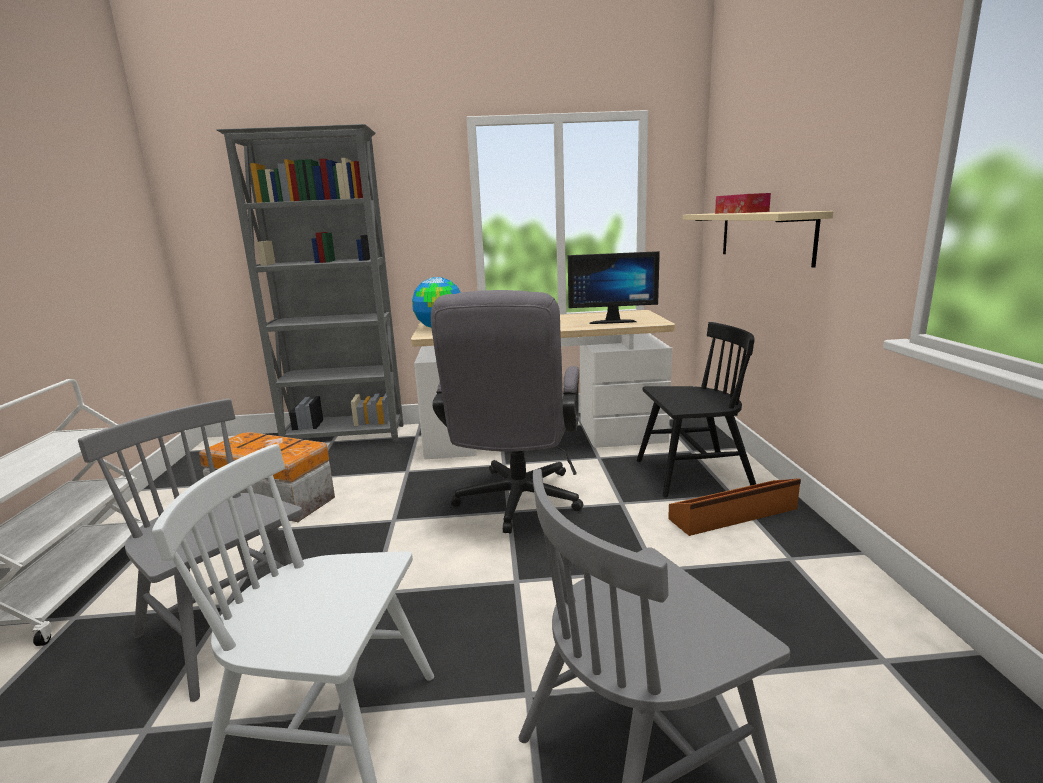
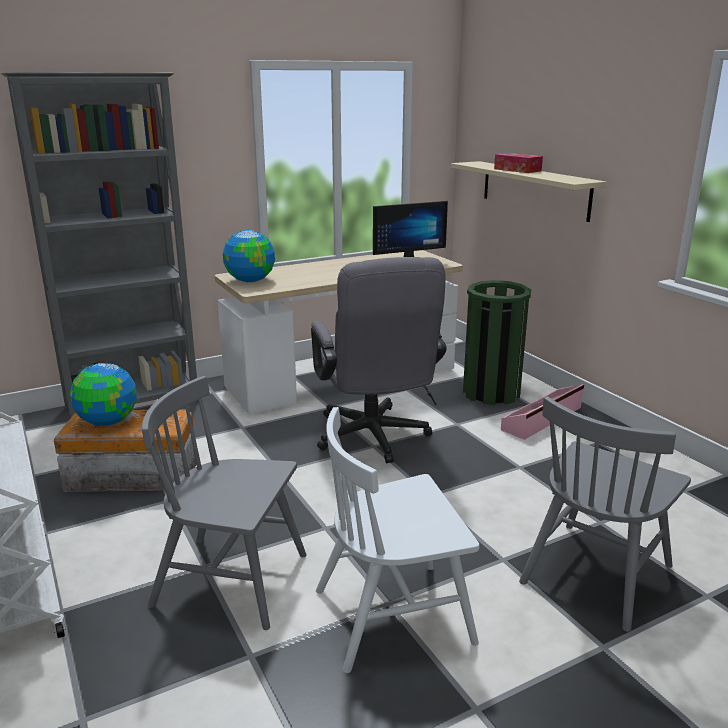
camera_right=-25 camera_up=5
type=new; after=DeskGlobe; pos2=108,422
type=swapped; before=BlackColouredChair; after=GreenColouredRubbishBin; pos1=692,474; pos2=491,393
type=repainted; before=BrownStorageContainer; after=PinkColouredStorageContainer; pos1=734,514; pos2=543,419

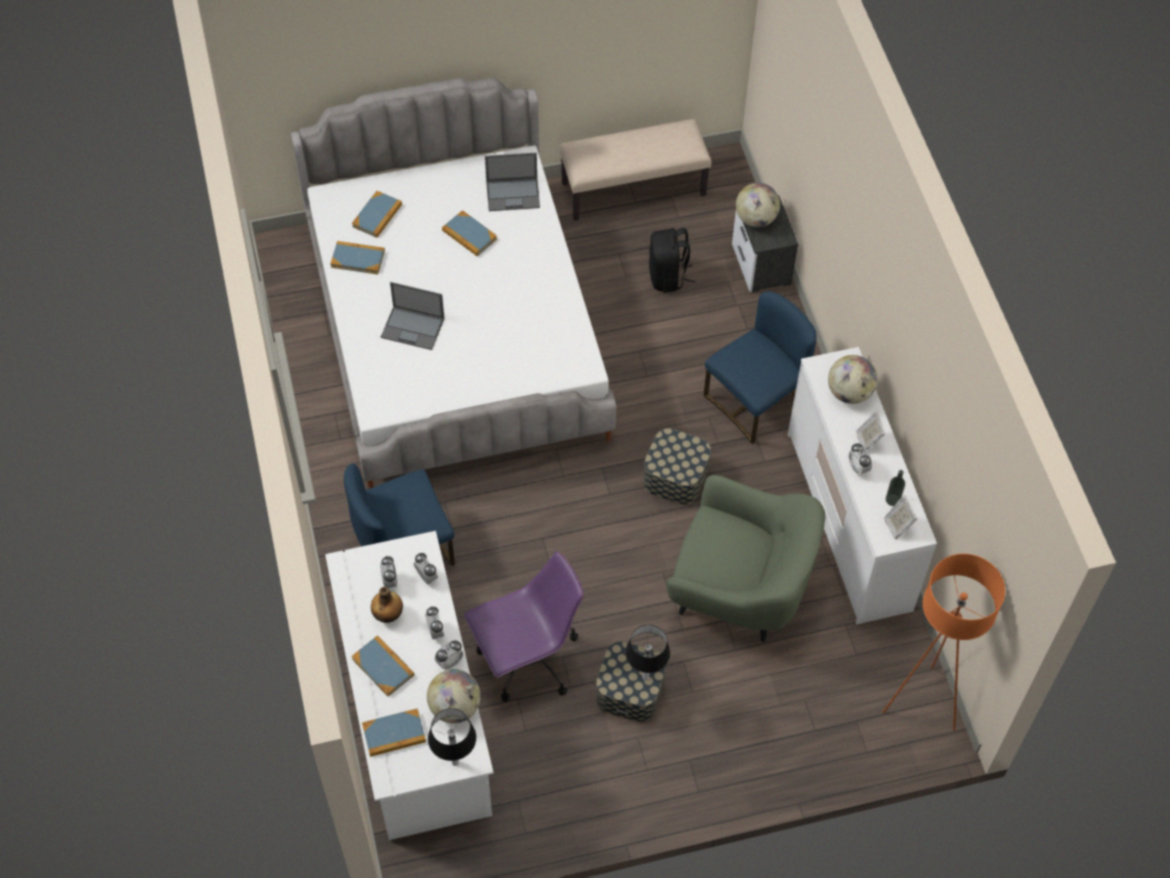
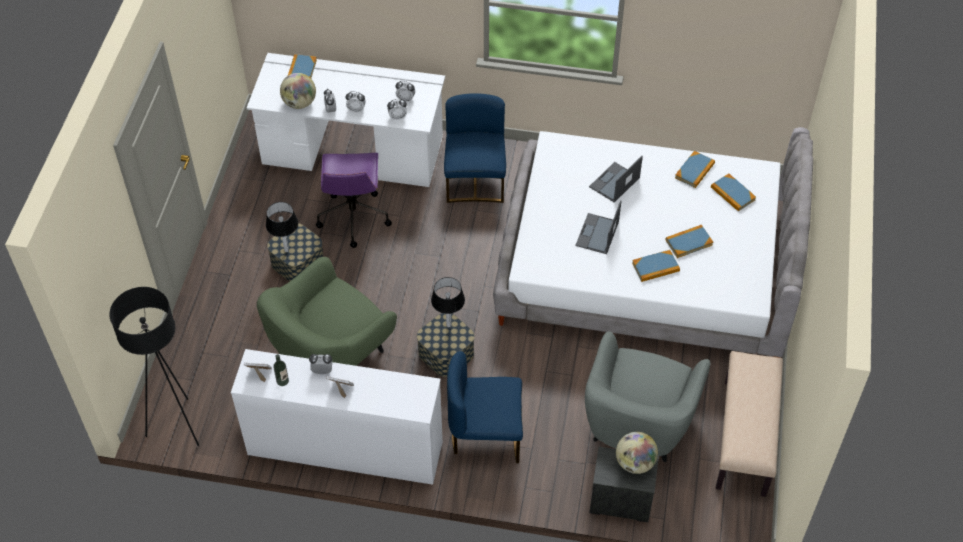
camera_right=115 camera_up=-5
type=gone; before=BeverageBottle; pos1=388,614
type=gone; before=DeskGlobe; pos1=849,393
type=shifted; before=Book; pos1=383,667; pos2=655,267
type=shifted; before=TabletopLamp; pos1=455,762; pos2=449,325
type=shifted; before=NotebookComputer; pos1=513,194; pos2=597,234
type=swapped; before=BlackColouredRucksack; after=GreyEasyChair; pos1=668,276; pos2=637,424
type=repainted; before=OrangeColouredStandardLamp; after=BlackColouredStandardLamp; pos1=921,703; pos2=177,425
type=rotated; before=BlueChair; pos1=755,400; pos2=486,434; turn=105

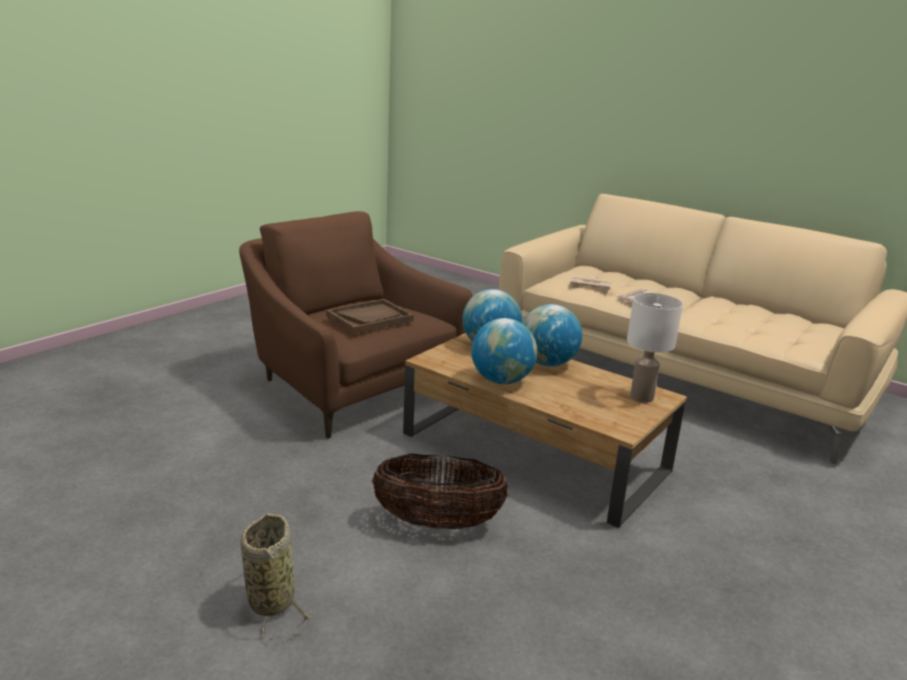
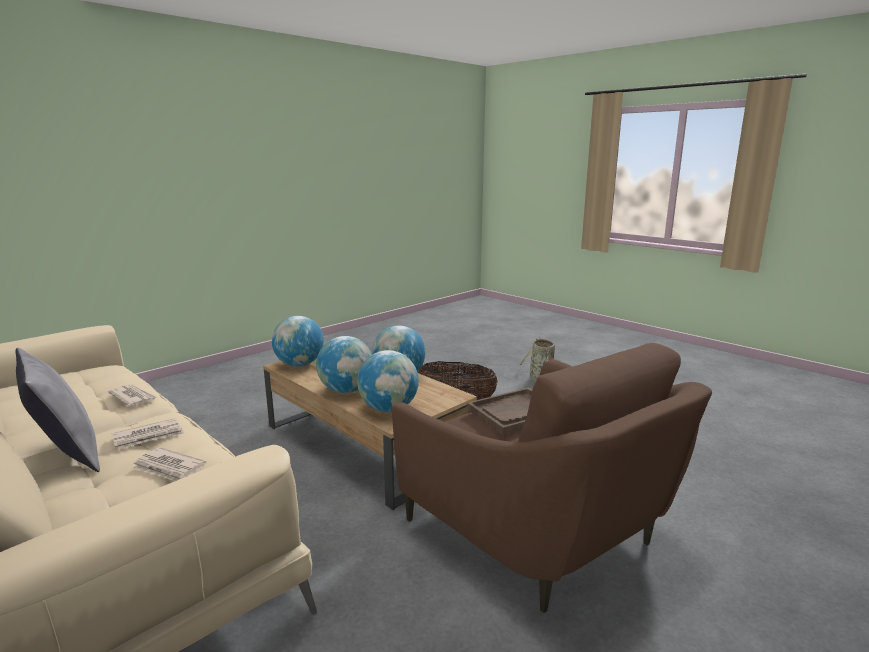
camera_right=-170 camera_up=-5
type=new; after=GreyPillow; pos2=67,455
type=new; after=Newspaper; pos2=133,397
type=swapped; before=WhiteColouredTabletopLamp; after=DeskGlobe; pos1=642,397; pos2=299,364

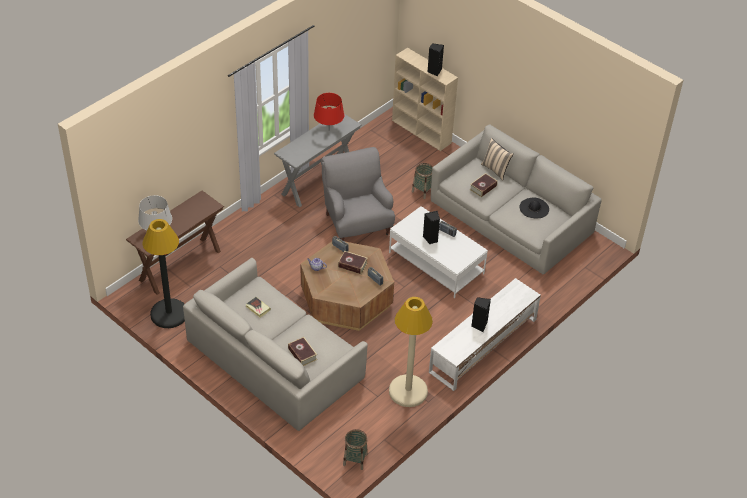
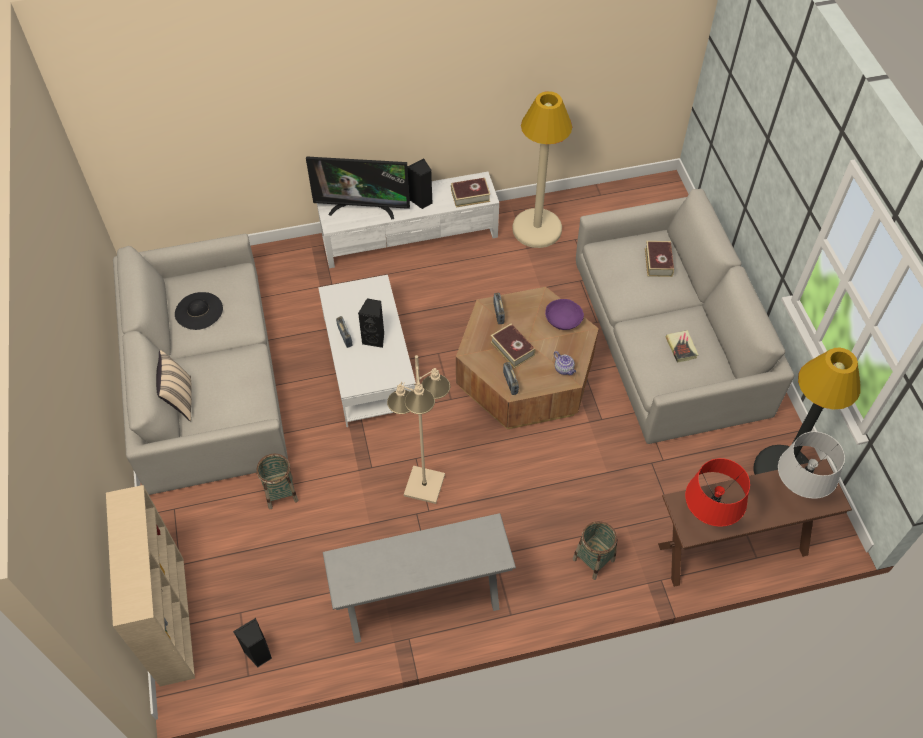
camera_right=-145 camera_up=10
type=new; after=Television; pos2=363,208
type=new; after=PurpleBowl; pos2=563,320
type=shifted; before=ReddishTabletopLamp; pos1=329,130; pos2=707,516
type=shifted; before=StorageBasket; pos1=355,459; pos2=593,559
type=shifted; before=BlackColouredLoudspeaker; pos1=434,71; pos2=259,653
type=shifted; before=Book; pos1=483,187; pos2=470,196
type=swapped; before=GreyEasyChair; after=SandColouredStandardLamp; pos1=357,224; pos2=423,485

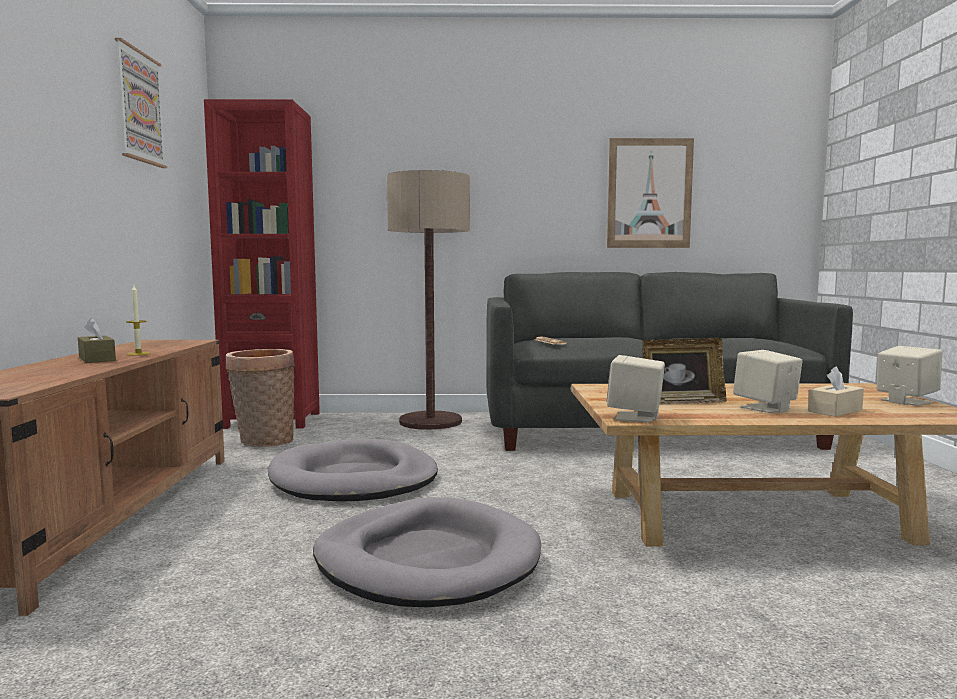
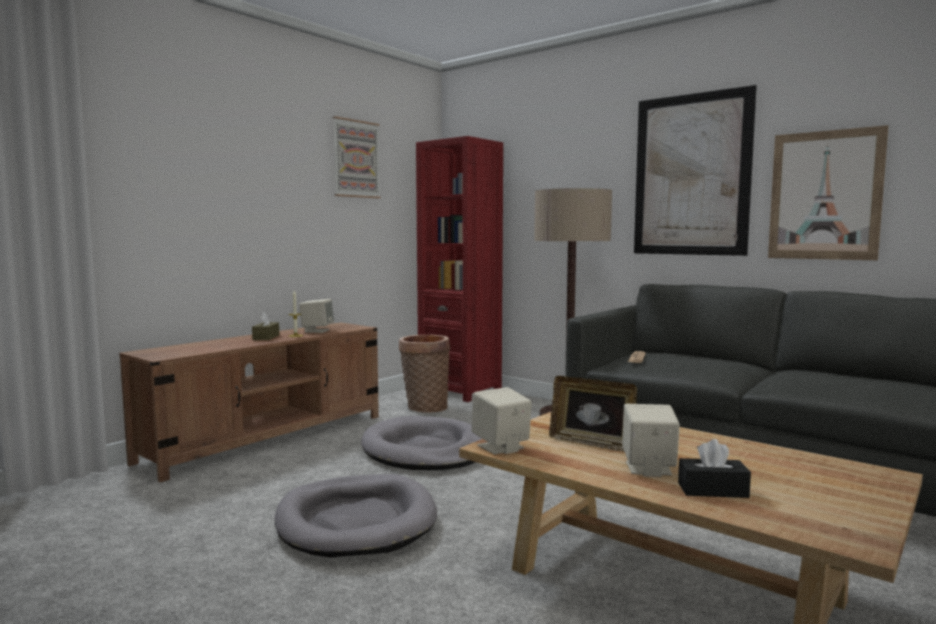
camera_right=40 camera_up=0
type=new; after=WallPicture; pos2=691,175
type=shifted; before=SandColouredLoudspeaker; pos1=905,401; pos2=317,331
type=repainted; before=SandColouredTissueBox; after=BlackColouredTissueBox; pos1=835,411; pos2=712,490

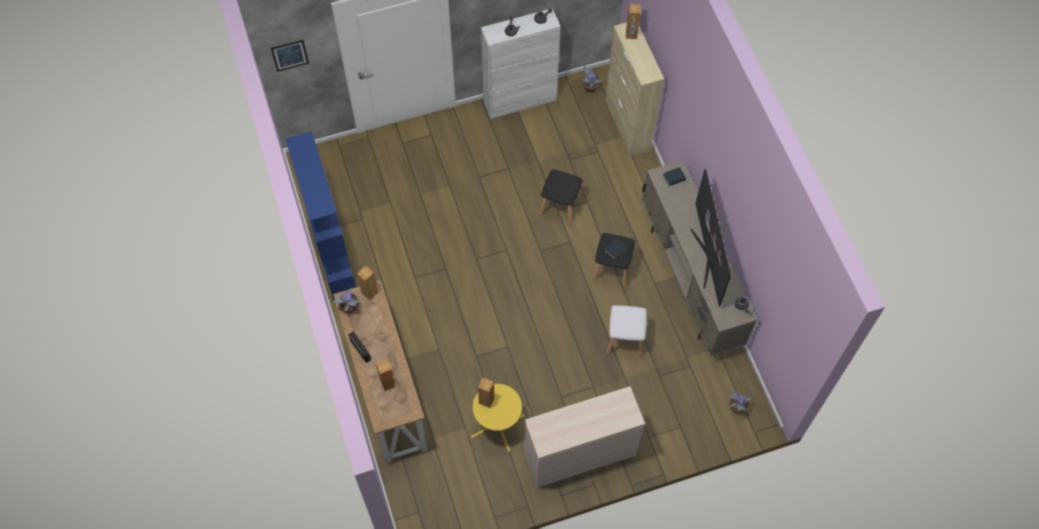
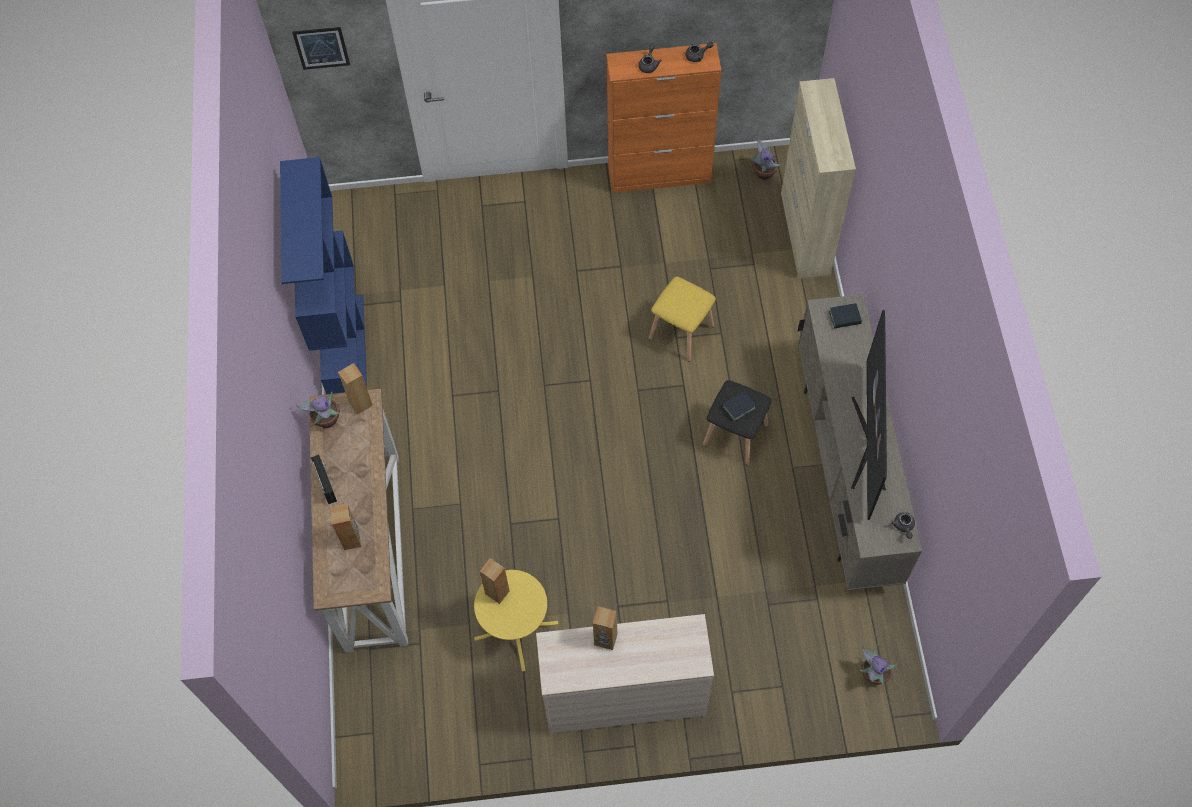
camera_right=15 camera_up=0
type=gone; before=WhiteColouredStoolSeat; pos1=625,340
type=shifted; before=BrownLoudspeaker; pos1=631,34; pos2=605,639
type=repainted; before=WhiteColouredStorageCabinet; after=OrangeColouredStorageCabinet; pos1=520,101; pos2=660,175
type=repainted; before=BlackColouredStoolSeat; after=YellowishStoolSeat; pos1=561,206; pos2=682,332

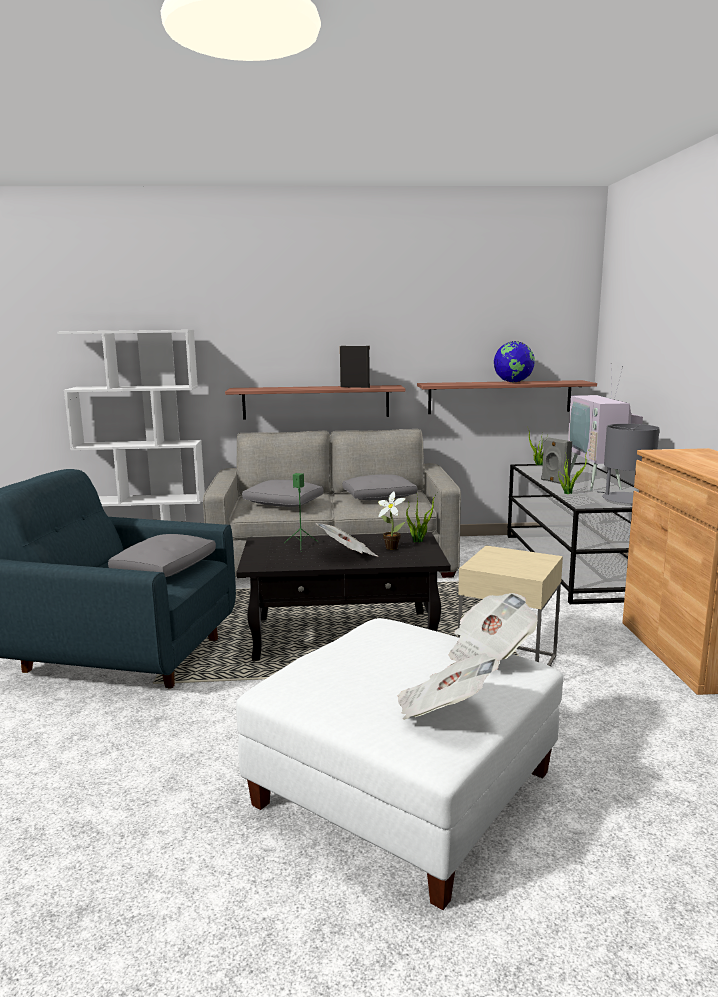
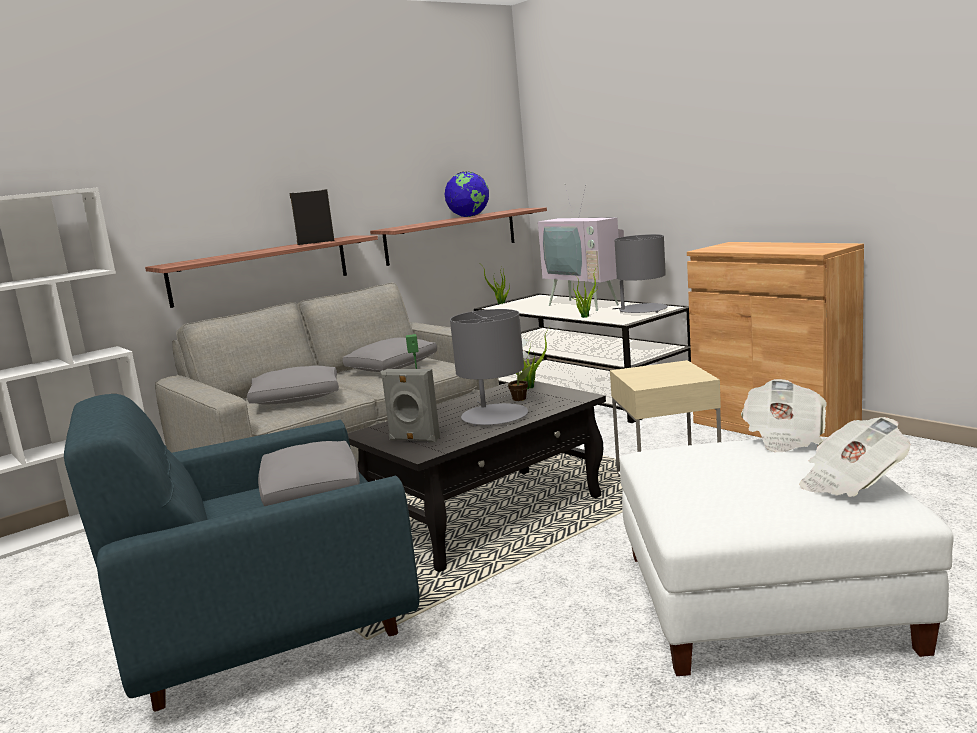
camera_right=-35 camera_up=0
type=shifted; before=GreyLoudspeaker; pos1=554,482; pos2=414,439
type=swapped; before=Newspaper; after=GreyTabletopLamp; pos1=347,555; pos2=494,416

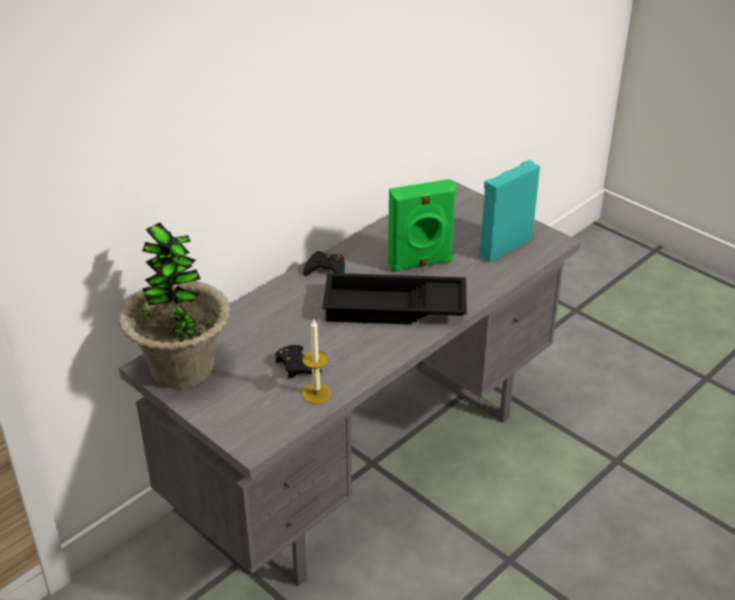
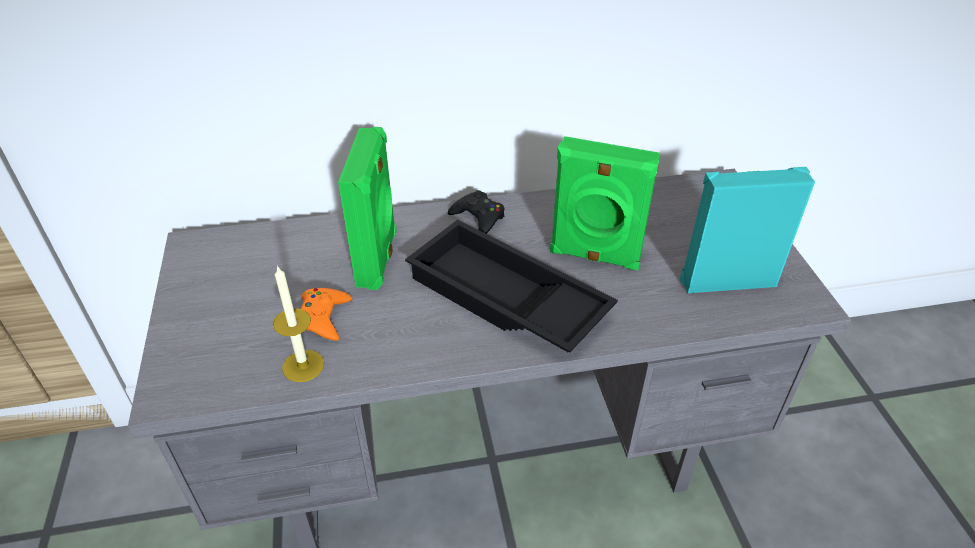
camera_right=35 camera_up=5
type=gone; before=PottedPlant; pos1=182,368
type=new; after=GreenColouredLoudspeaker; pos2=379,258
type=repainted; before=BlackColouredGameController; after=OrangeColouredGameController; pos1=297,365; pos2=323,318

